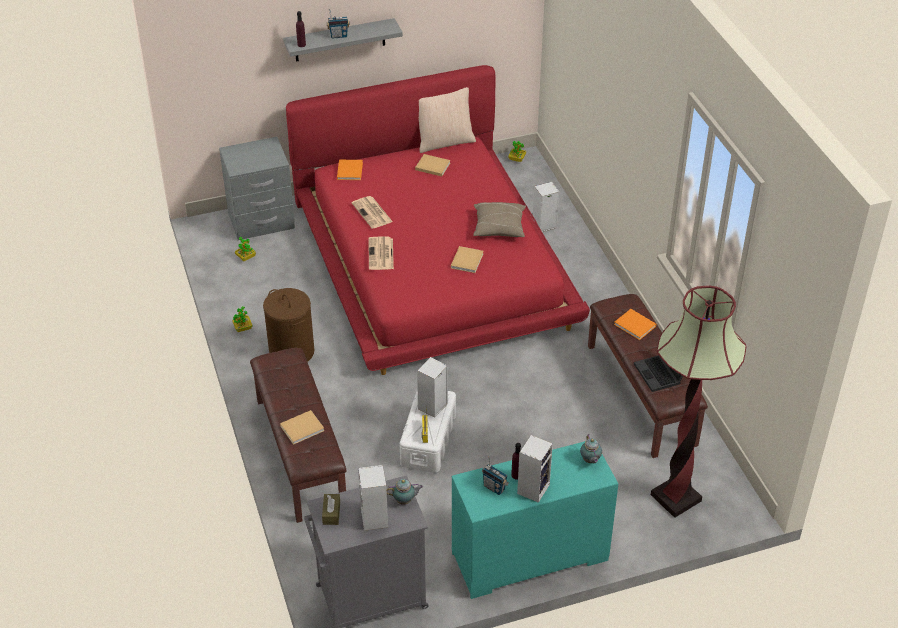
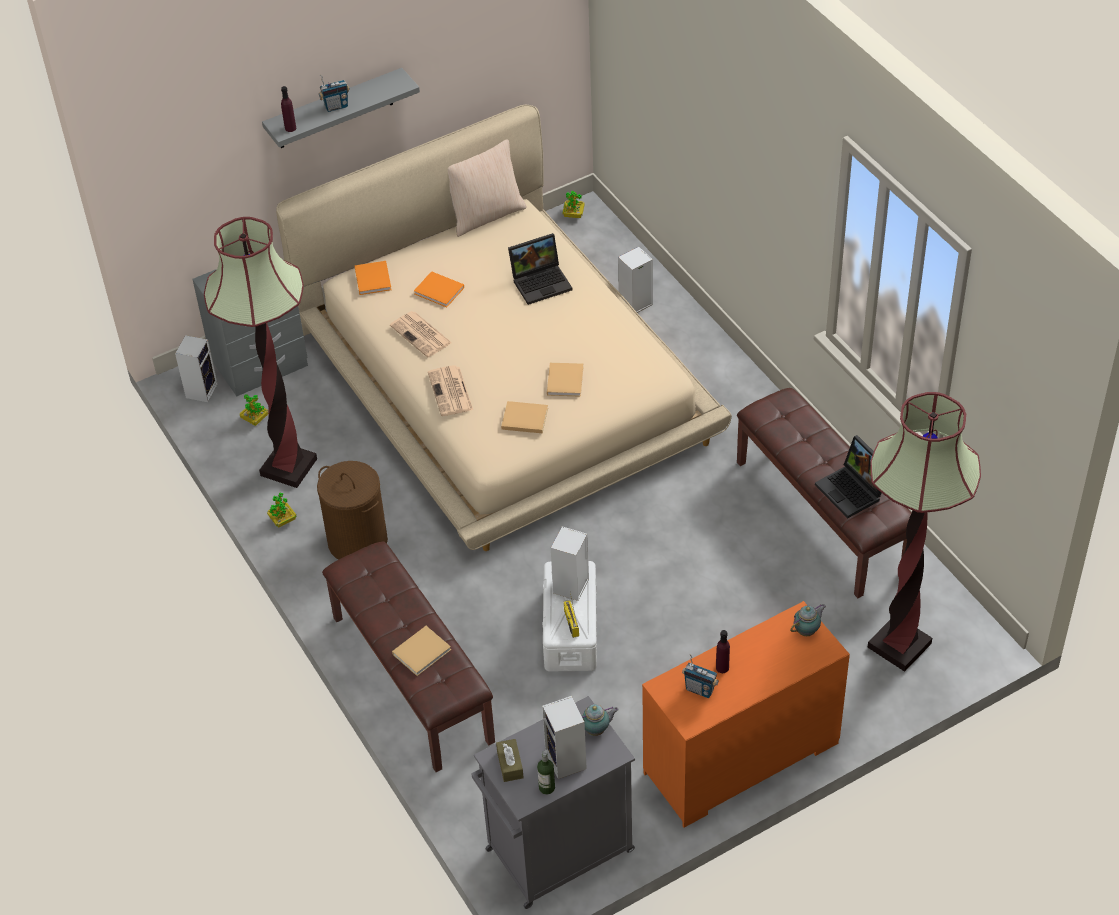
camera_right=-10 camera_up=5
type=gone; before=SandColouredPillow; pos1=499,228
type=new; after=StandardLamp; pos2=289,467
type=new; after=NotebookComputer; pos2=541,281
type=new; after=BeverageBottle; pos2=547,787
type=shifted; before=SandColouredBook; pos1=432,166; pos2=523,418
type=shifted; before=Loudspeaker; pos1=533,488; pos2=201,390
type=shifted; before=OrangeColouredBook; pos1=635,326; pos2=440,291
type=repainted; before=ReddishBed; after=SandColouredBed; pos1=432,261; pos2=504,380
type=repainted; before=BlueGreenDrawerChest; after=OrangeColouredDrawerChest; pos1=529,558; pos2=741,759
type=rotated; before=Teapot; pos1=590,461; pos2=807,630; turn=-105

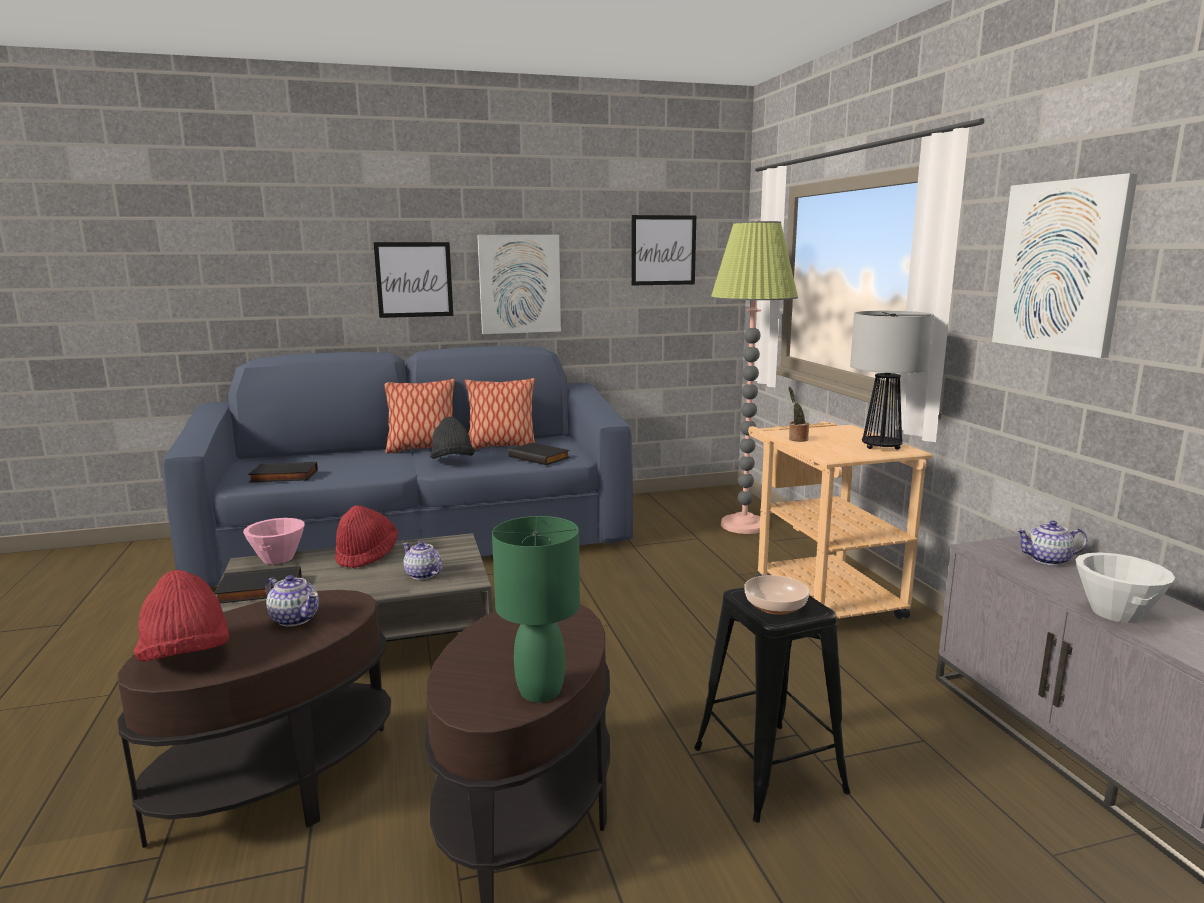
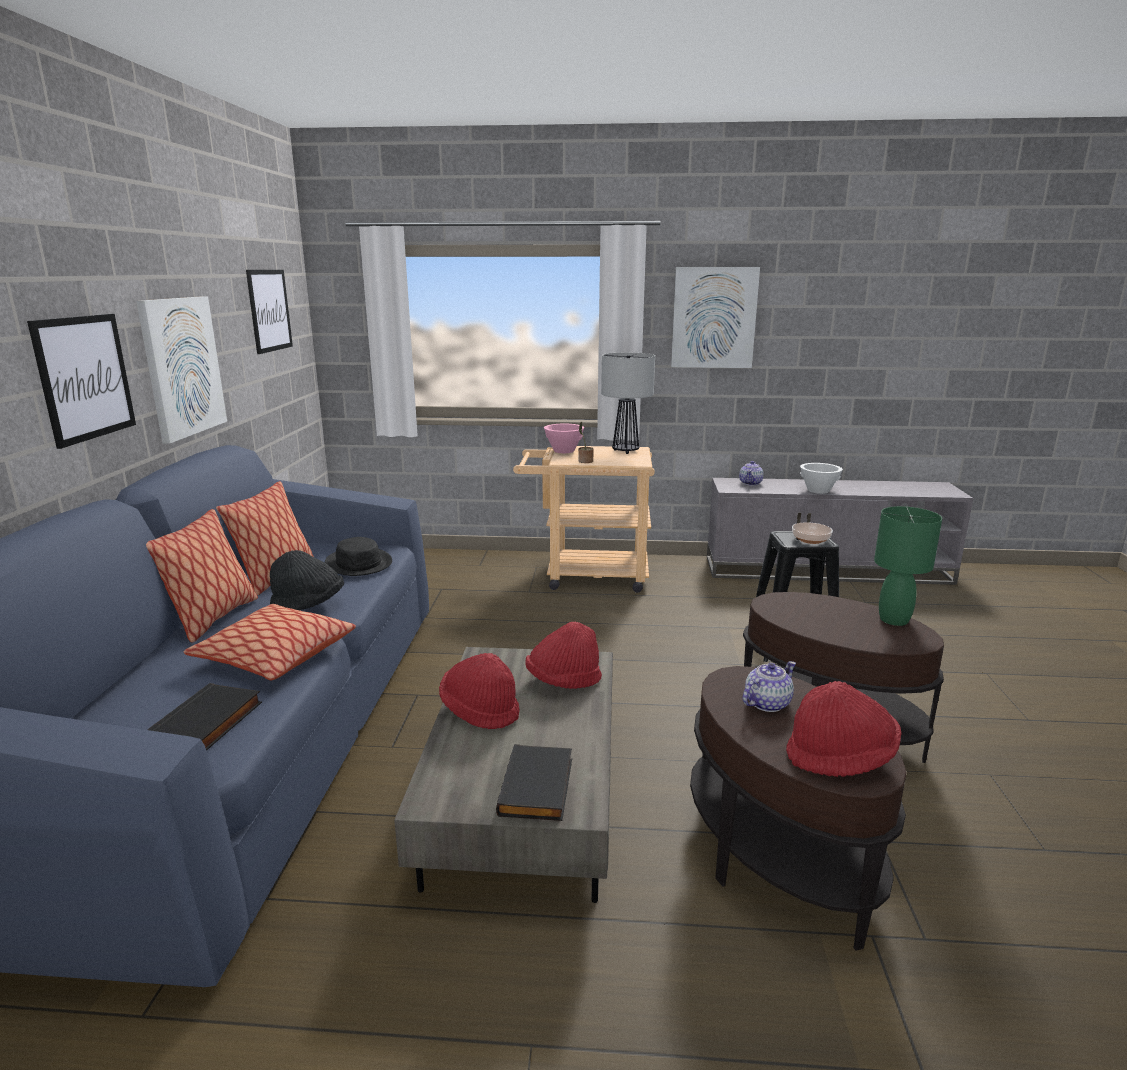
camera_right=-70 camera_up=5
type=gone; before=StandardLamp; pos1=744,525
type=new; after=Pillow; pos2=274,656
type=shifted; before=PinkColouredBowl; pos1=277,558; pos2=564,451
type=swapped; before=Teapot; after=ReddishClothingHat; pos1=423,575; pos2=563,681
type=swapped; before=BlackColouredBook; after=BlackColouredClothingHat; pos1=540,457; pos2=359,563

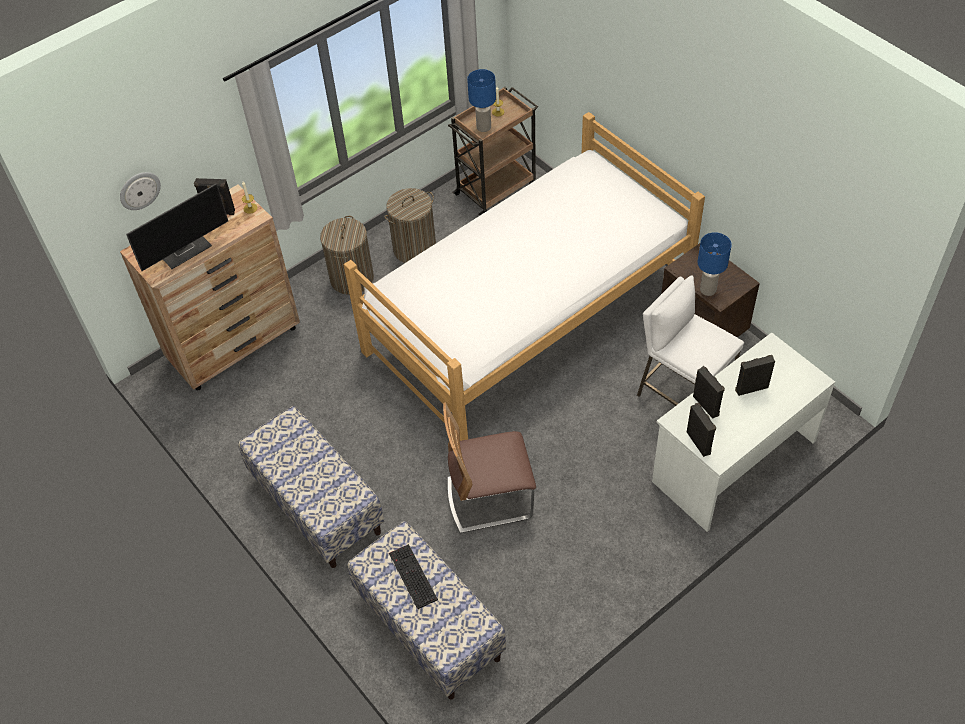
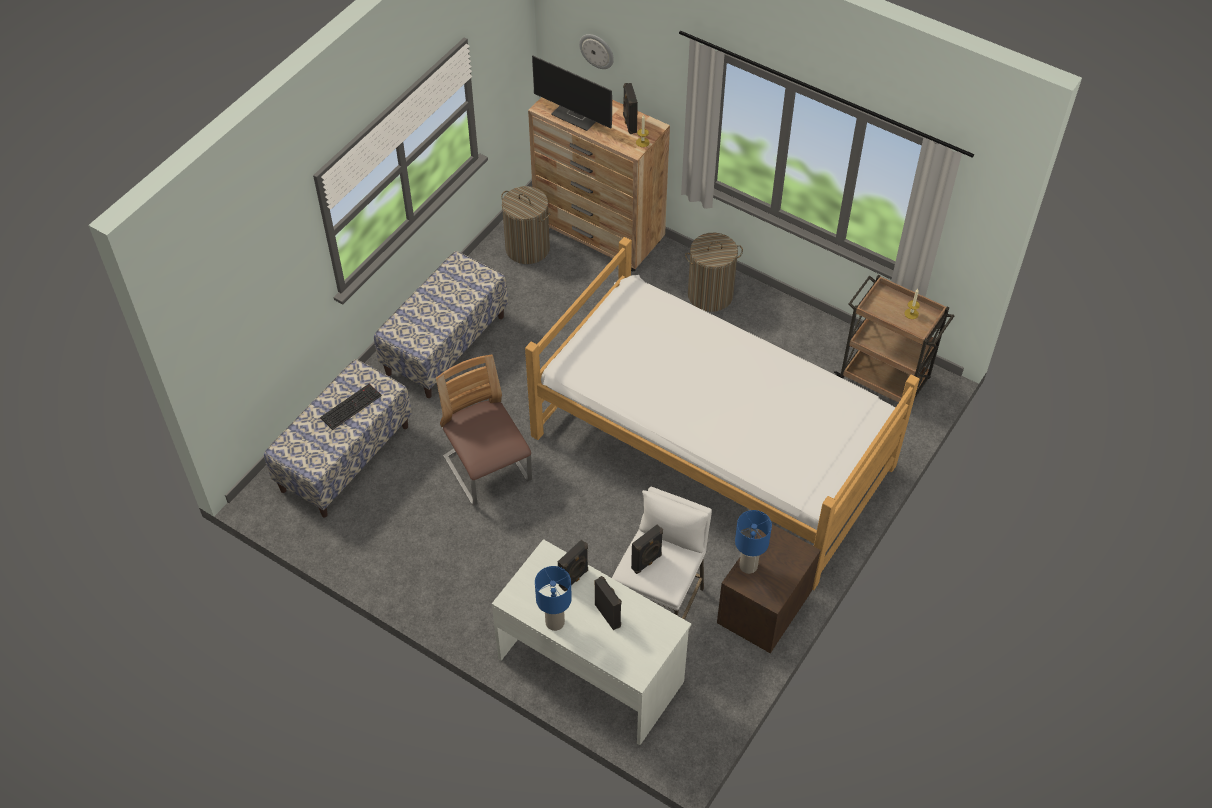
camera_right=70 camera_up=0
type=shifted; before=LaundryBasket; pos1=415,248; pos2=527,248
type=shifted; before=BlueTabletopLamp; pos1=483,127; pos2=554,622
type=shifted; before=BlackColouredLoudspeaker; pos1=699,442; pos2=647,562

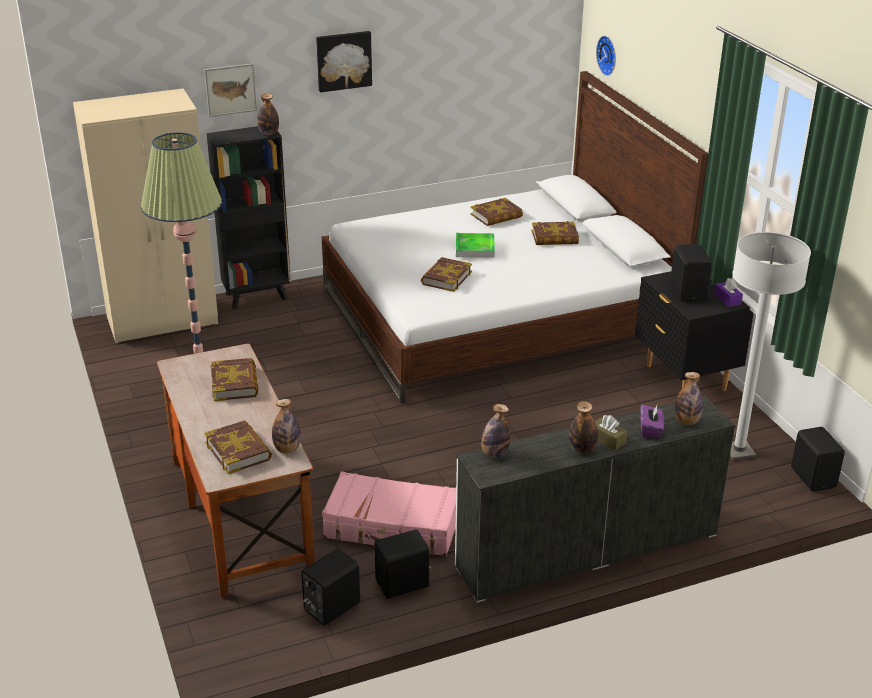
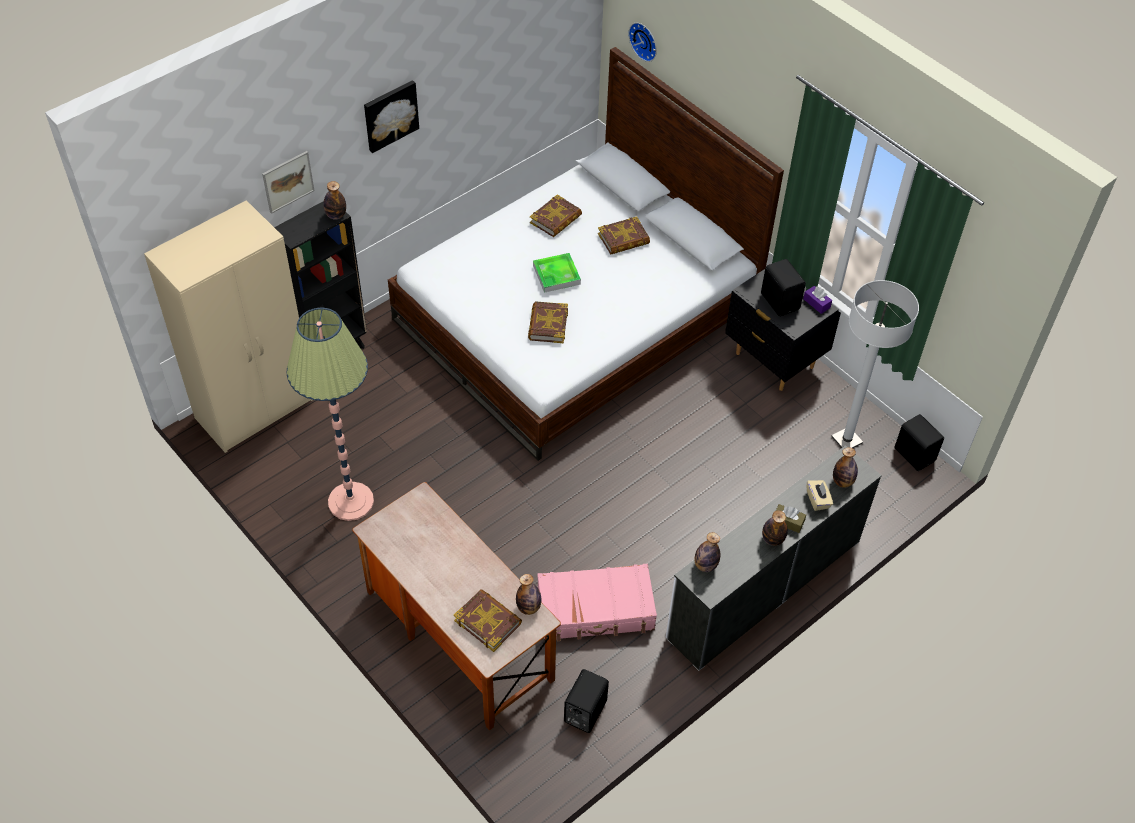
camera_right=-20 camera_up=20
type=gone; before=Book; pos1=235,384
type=gone; before=BlackColouredLoudspeaker; pos1=403,585
type=repainted; before=PurpleTissueBox; after=SandColouredTissueBox; pos1=650,430; pos2=818,500

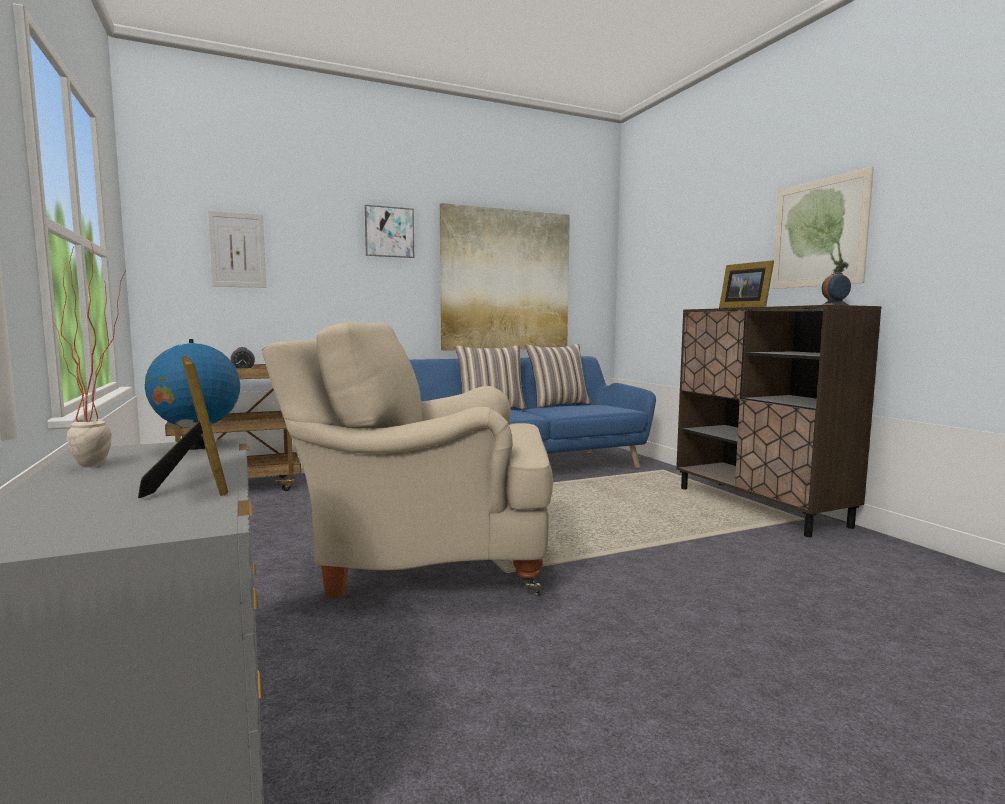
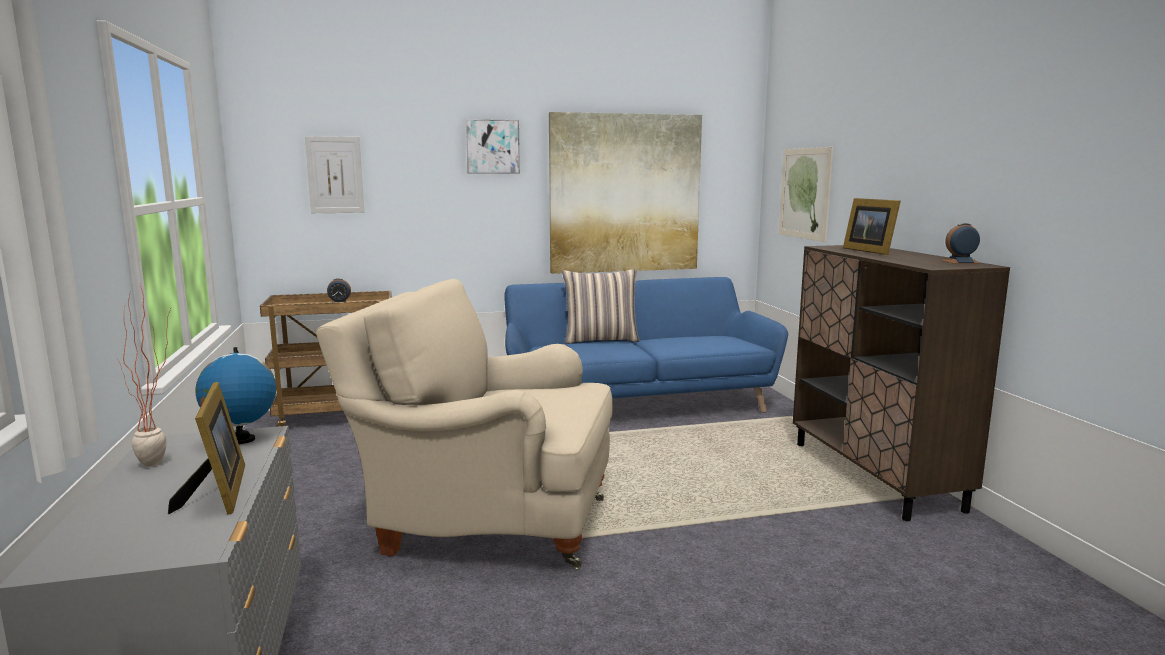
camera_right=10 camera_up=5
type=gone; before=Pillow; pos1=558,404
type=shifted; before=WallPicture; pos1=818,233; pos2=805,193

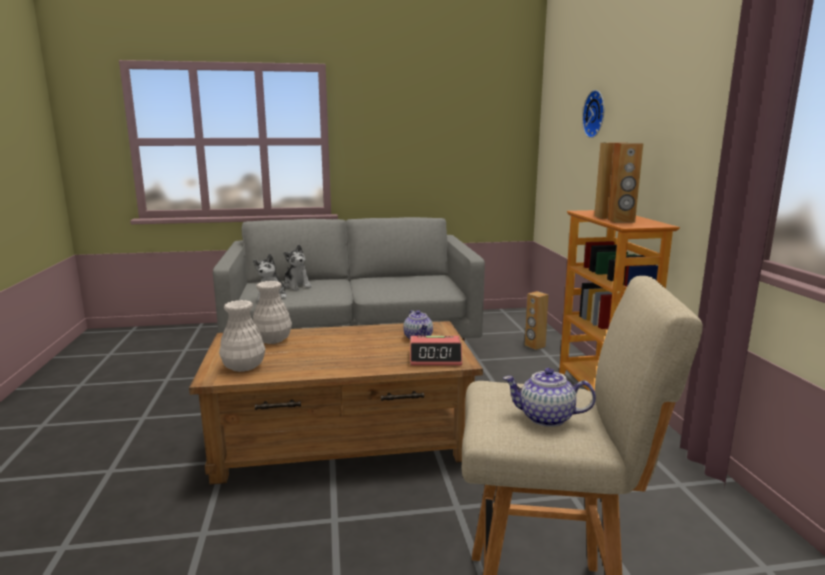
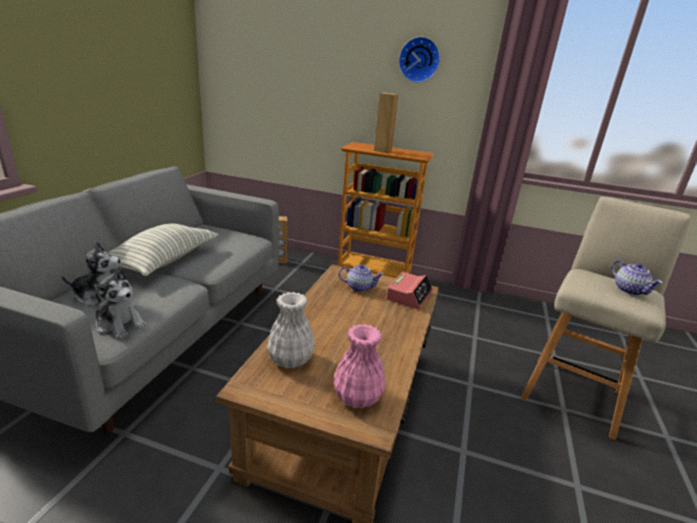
camera_right=-65 camera_up=10
type=gone; before=BrownLoudspeaker; pos1=621,221
type=new; after=Pillow; pos2=163,261
type=shifted; before=HangingClock; pos1=596,114; pos2=419,60
type=repainted; before=WhiteColouredFlowerVase; after=PinkColouredFlowerVase; pos1=244,367; pos2=357,396
type=rotated; before=Teapot; pos1=546,418; pos2=629,290; turn=-60

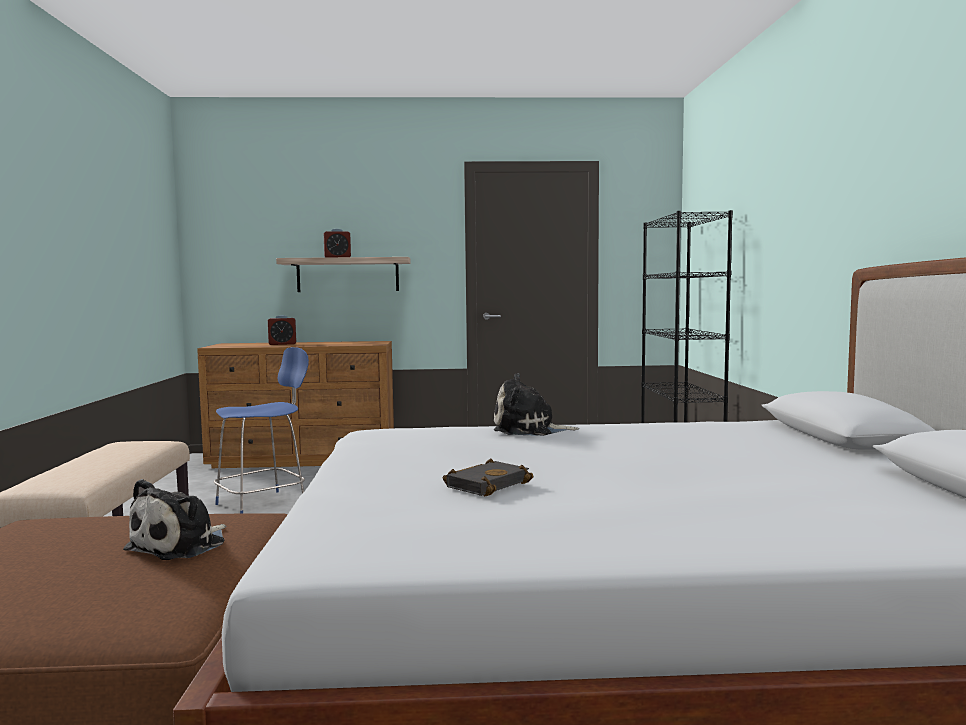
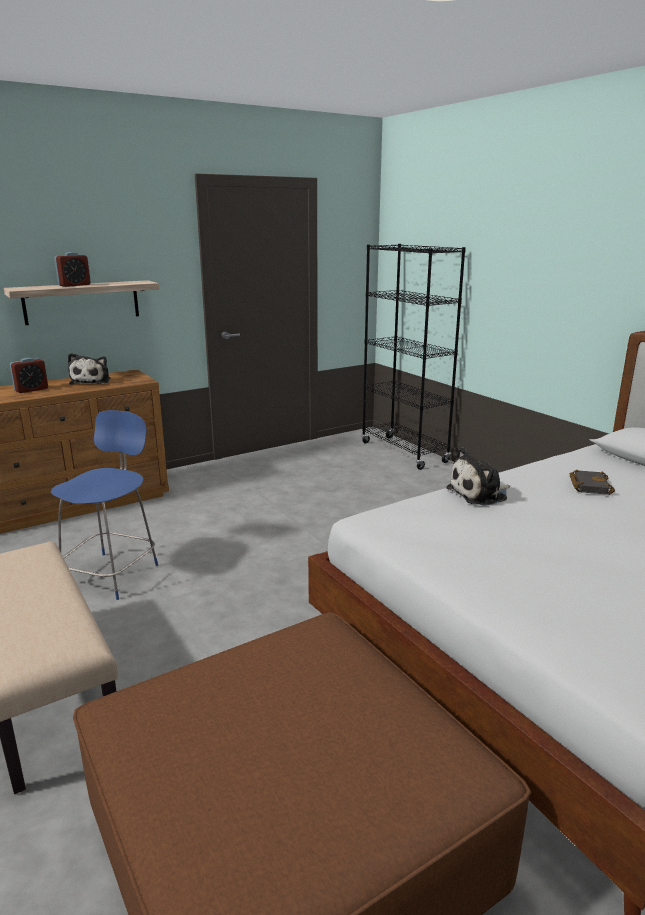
camera_right=-30 camera_up=15
type=shifted; before=PlushToy; pos1=181,545; pos2=92,381
type=shifted; before=BlackColouredBook; pos1=487,484; pos2=588,485

